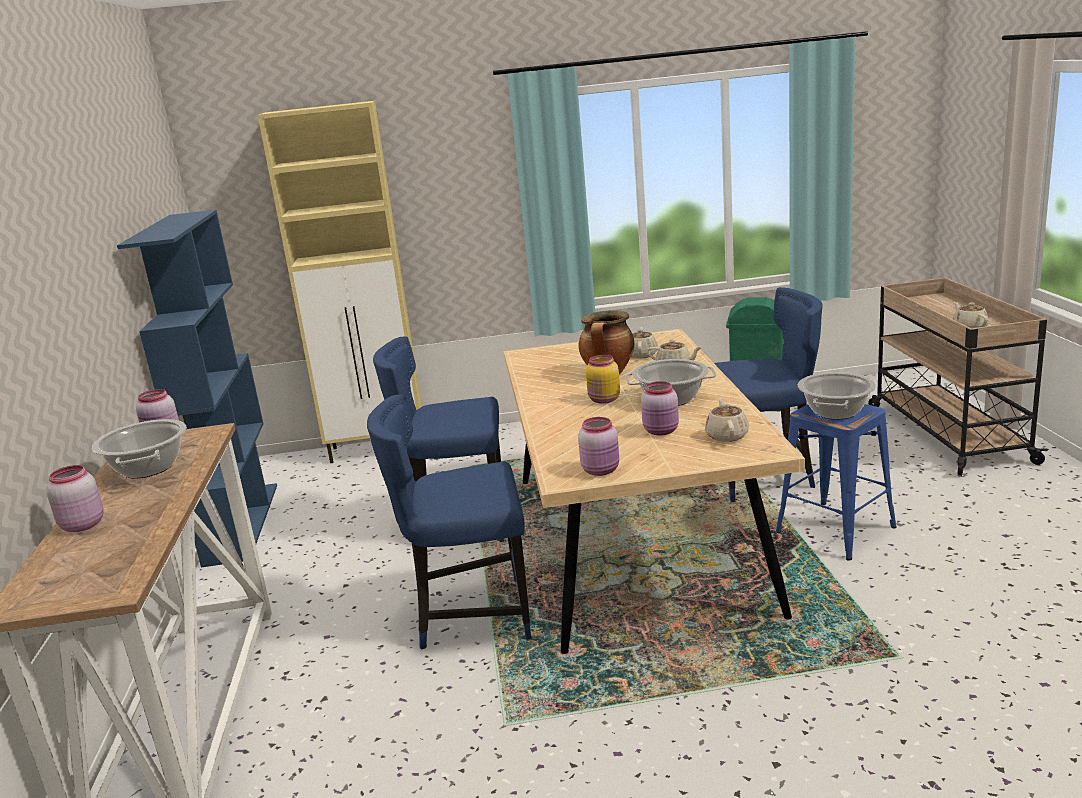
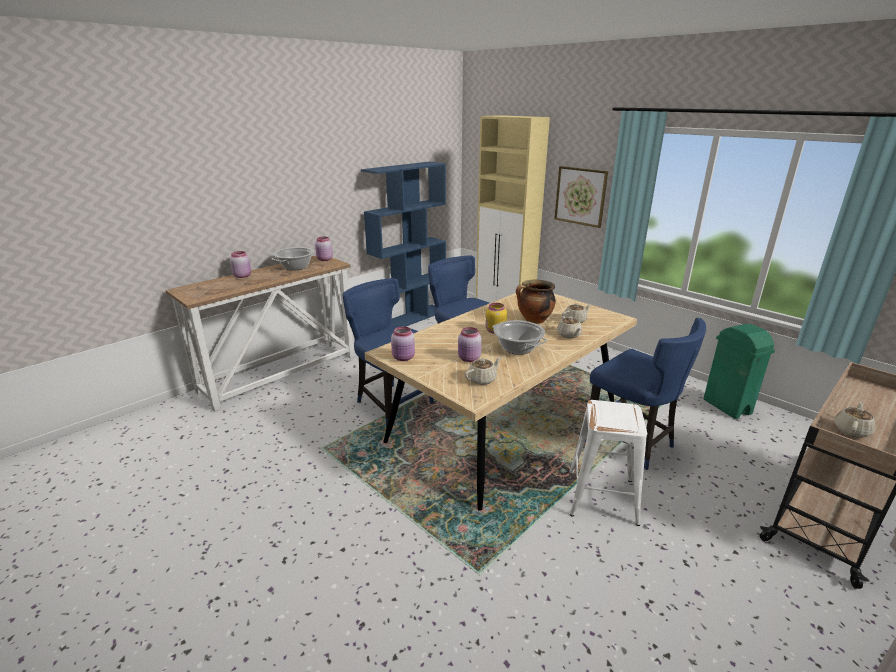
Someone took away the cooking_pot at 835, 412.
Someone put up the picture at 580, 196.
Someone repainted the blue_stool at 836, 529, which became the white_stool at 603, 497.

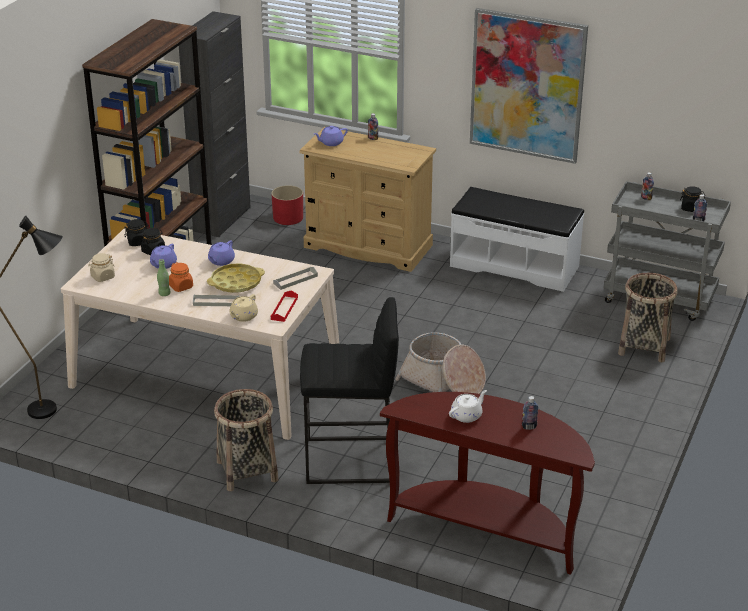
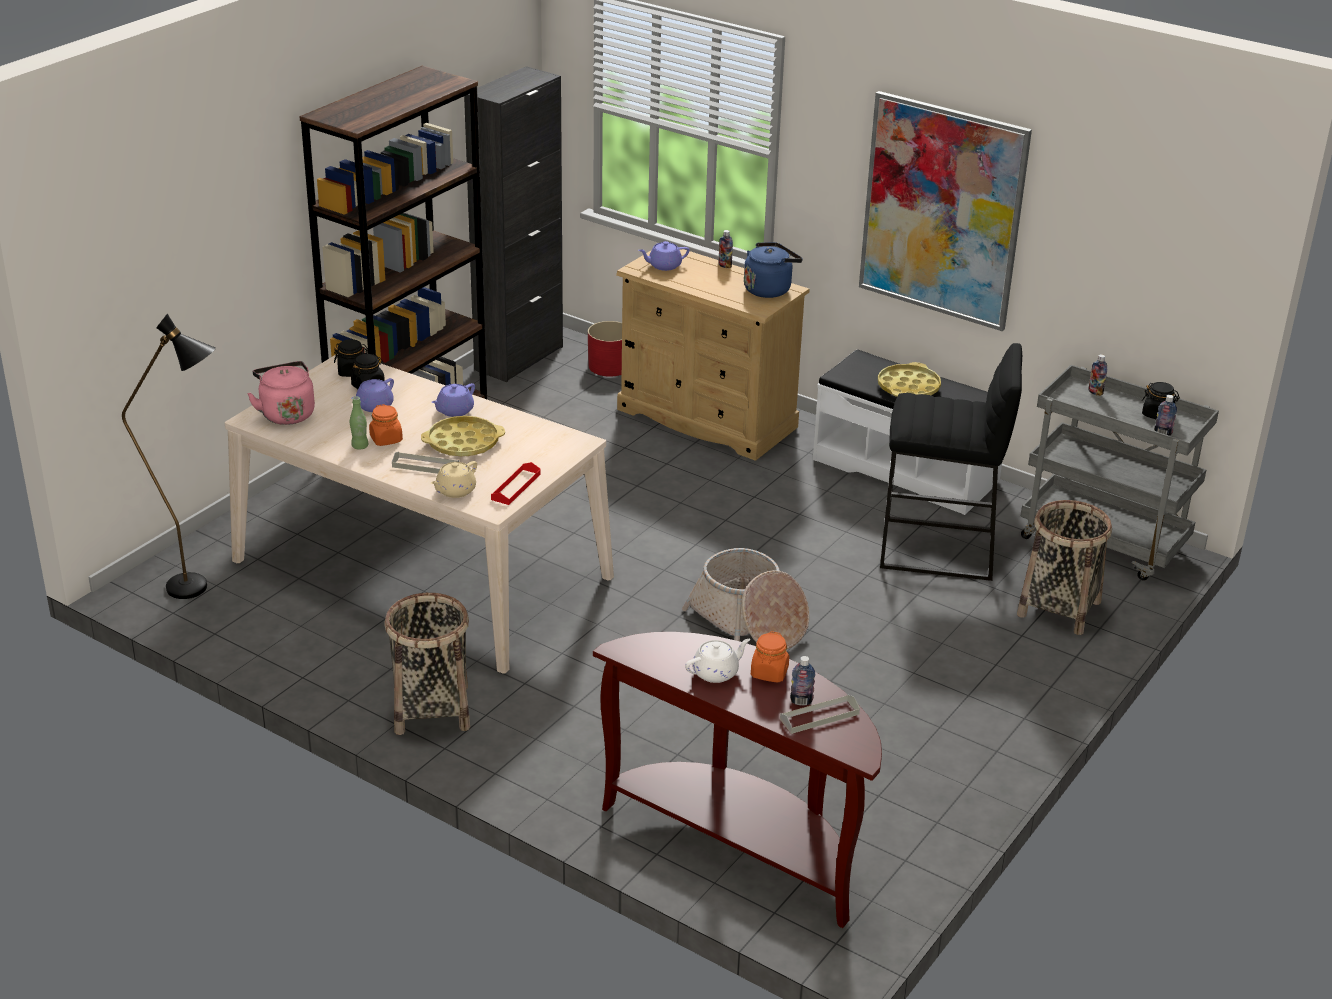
Someone put down the blue_kettle at 769, 289.
Someone put down the orange_jar at 769, 673.
Someone put down the yellow_tray at 908, 387.
Someone carried the grey_tray from 295, 280 to 819, 717.
Someone carried the black_stool from 350, 461 to 937, 550.
Someone swapped the beige_jar at 102, 277 for the pink_kettle at 286, 413.

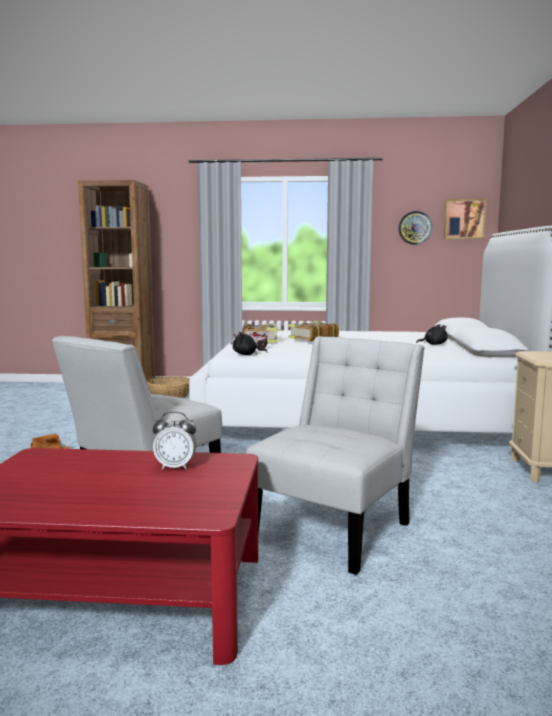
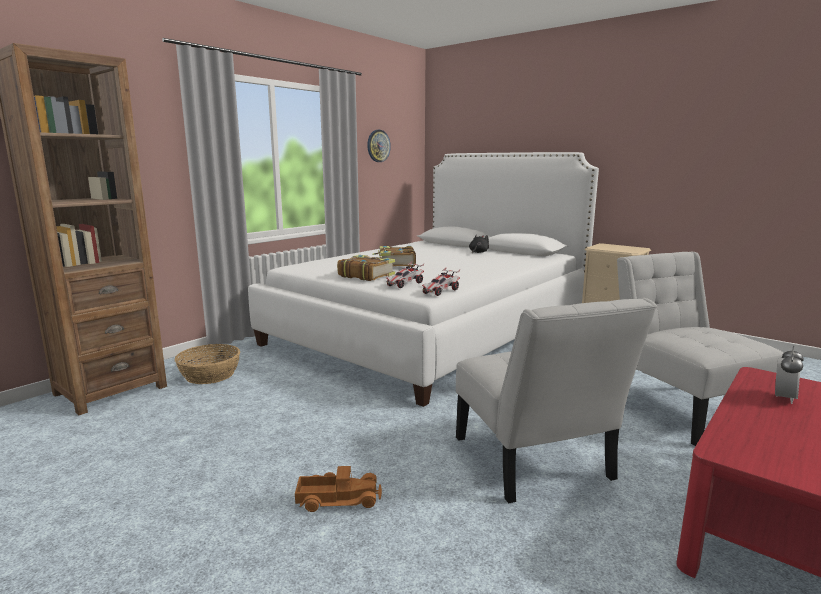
Someone took away the picture at 464, 219.
Someone swapped the black_plush_toy at 247, 354 for the toy_car at 440, 291.

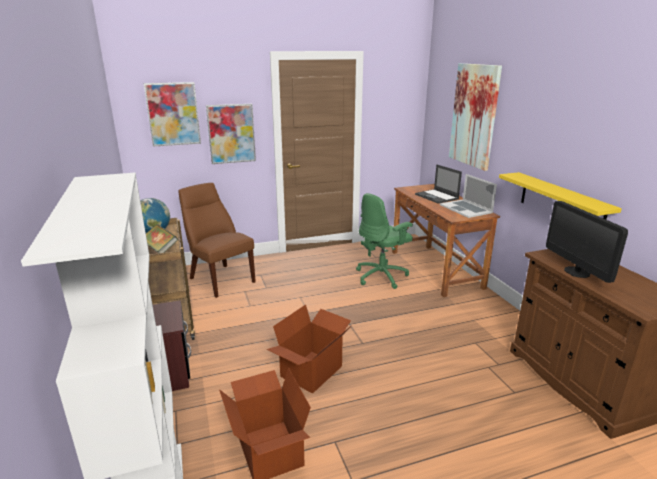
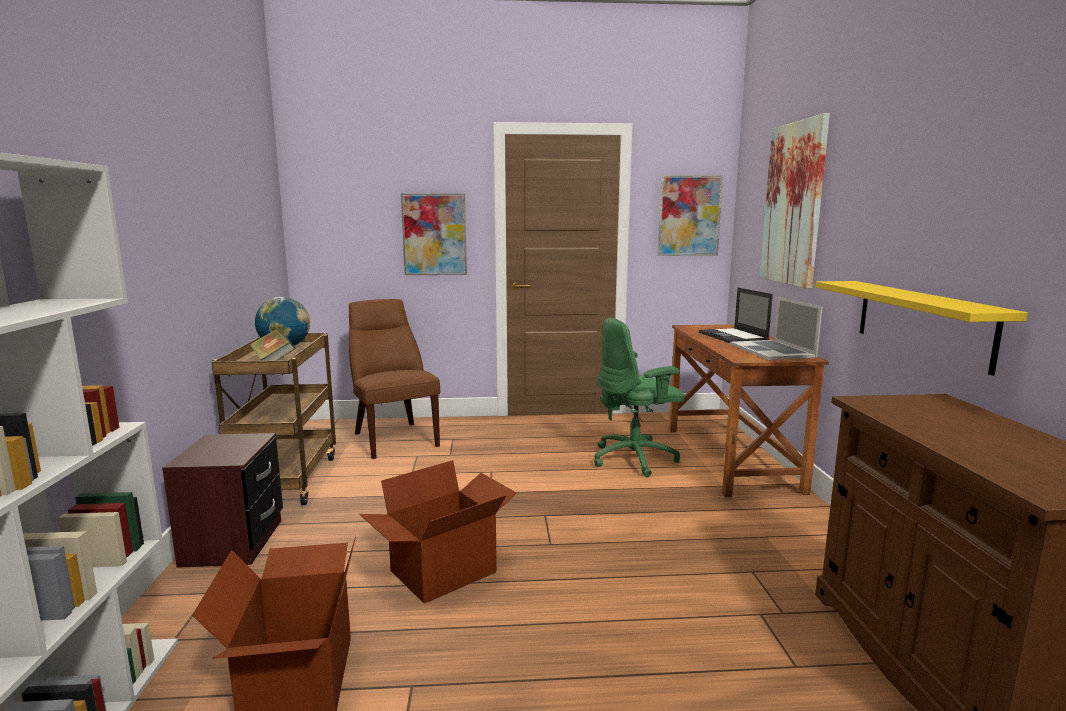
Someone took away the monitor at 577, 272.
Someone carried the picture from 173, 114 to 689, 216.

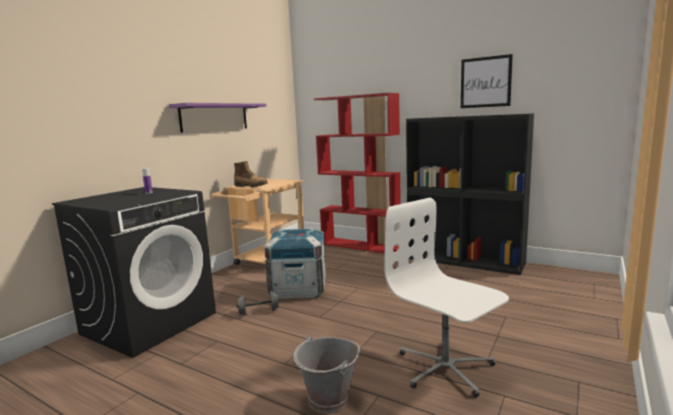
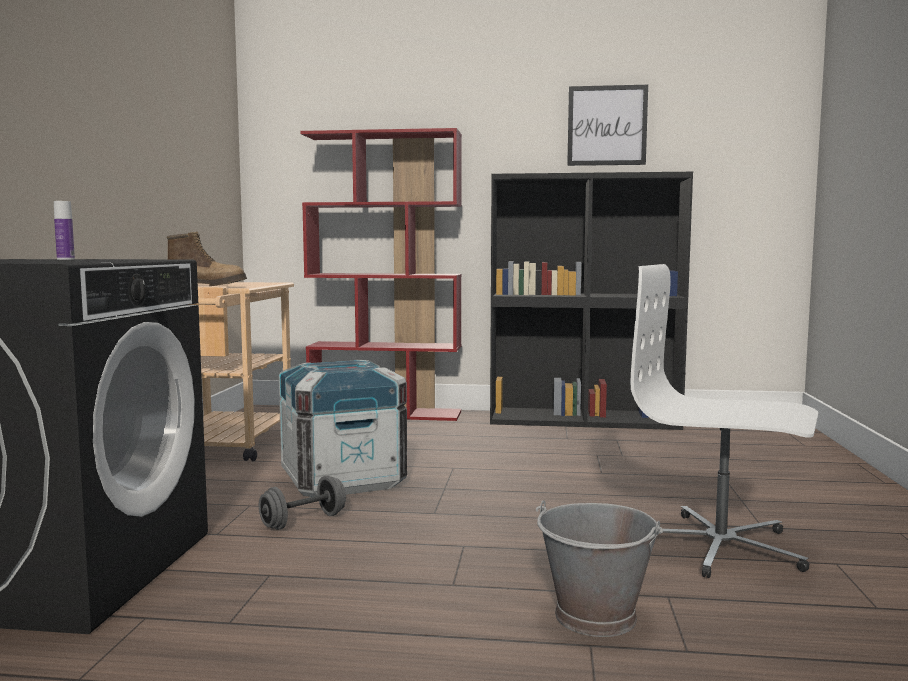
Someone took away the purple_shelf at 214, 117.

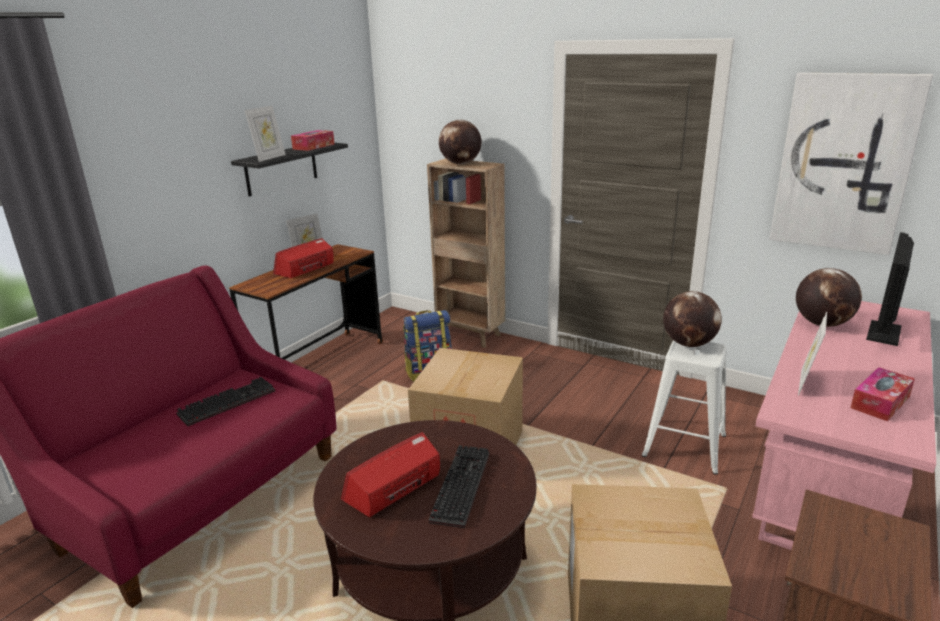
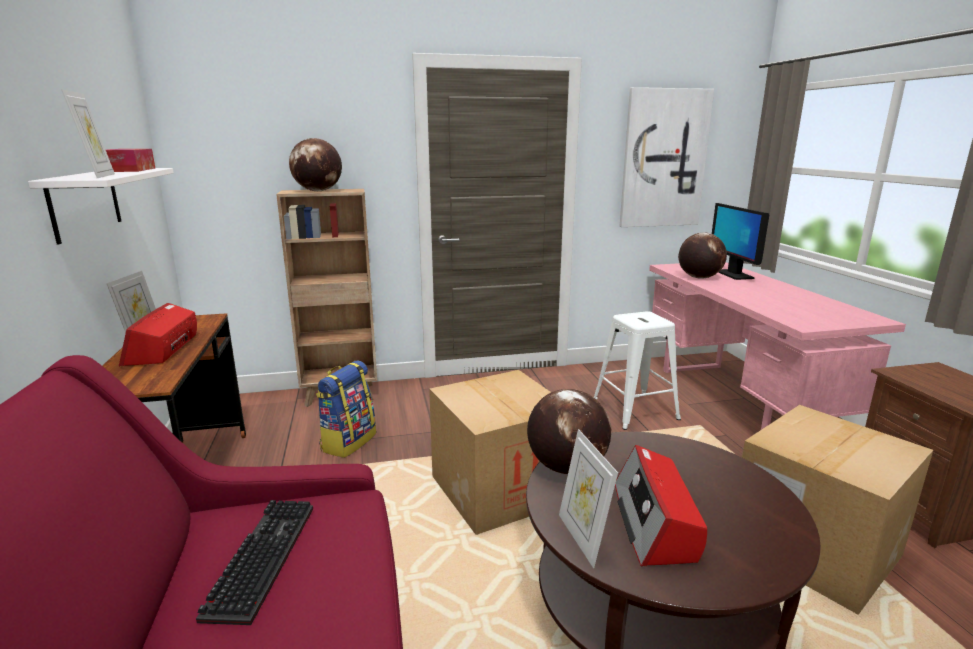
Someone took away the keyboard at 459, 485.
Someone took away the tissue_box at 880, 402.
Someone carried the globe from 688, 344 to 566, 467.
Someone carried the picture_frame from 806, 383 to 582, 538.
Someone repainted the black_shelf at 281, 168, which became the white_shelf at 85, 203.

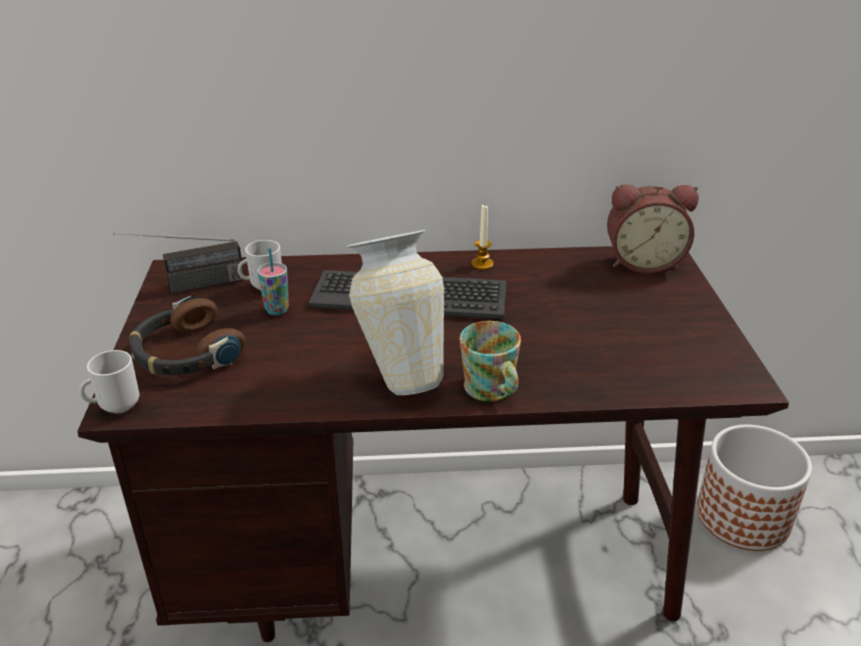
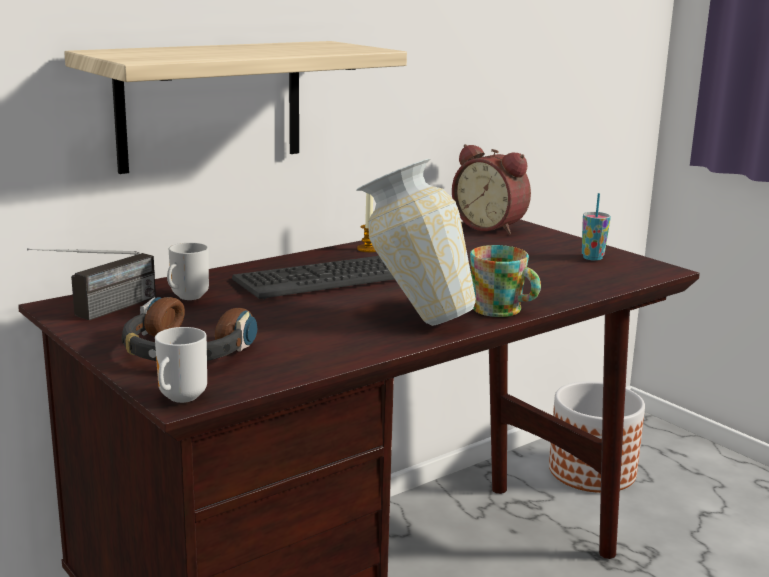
Someone put up the shelf at 211, 104.
Someone carried the cup from 277, 310 to 592, 258.
Someone rotated the alarm_clock at 643, 262 by 75 degrees clockwise.

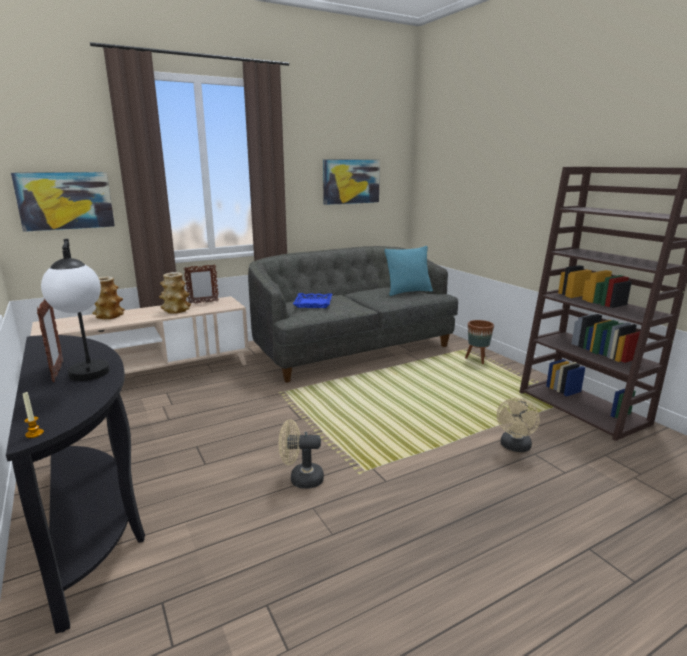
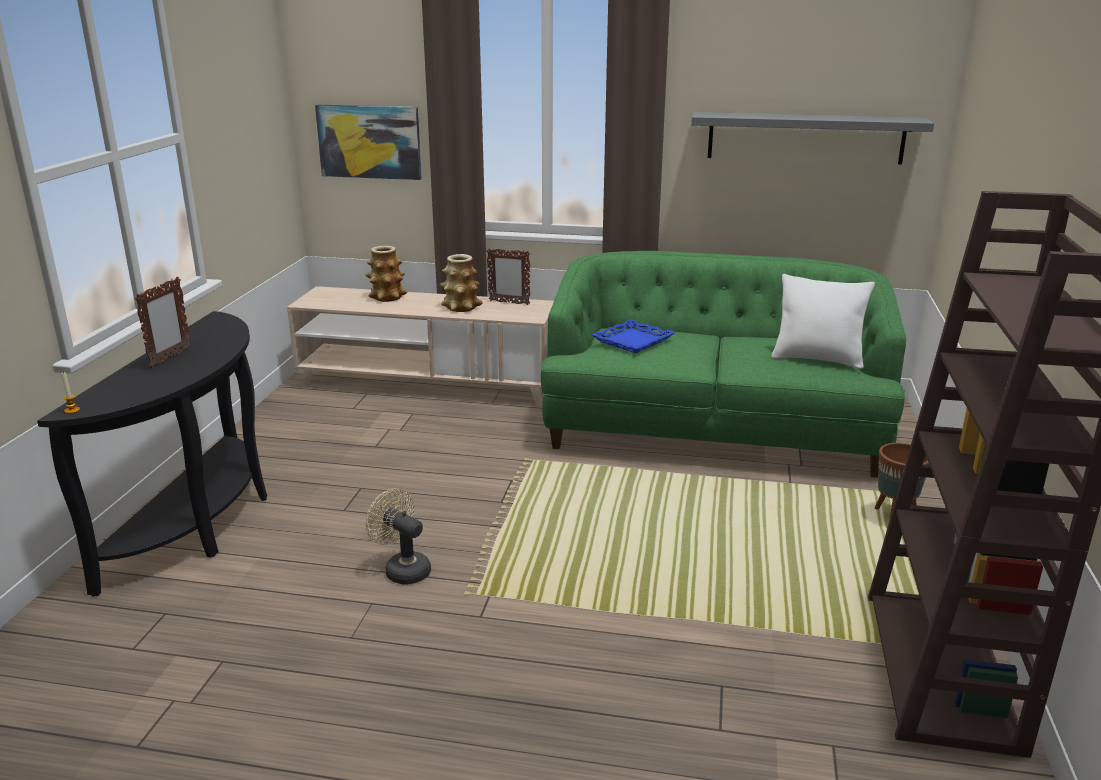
Someone took away the table_lamp at 90, 379.
Someone took away the beige_fan at 515, 447.
Someone swapped the picture at 351, 181 for the grey_shelf at 805, 138.
Someone repainted the grey_sofa at 352, 349, which became the green_sofa at 713, 430.
Someone repainted the turquoise_pillow at 408, 292, which became the white_pillow at 817, 359.

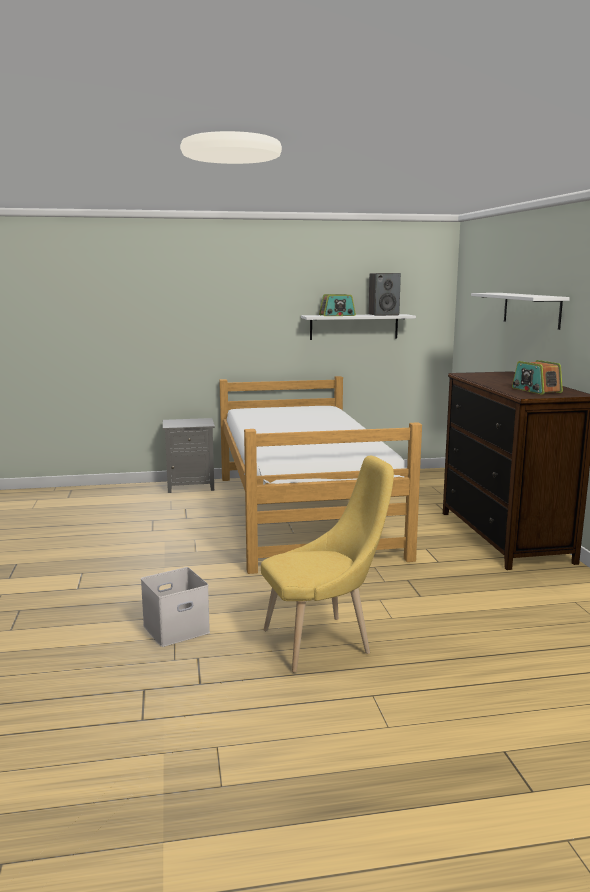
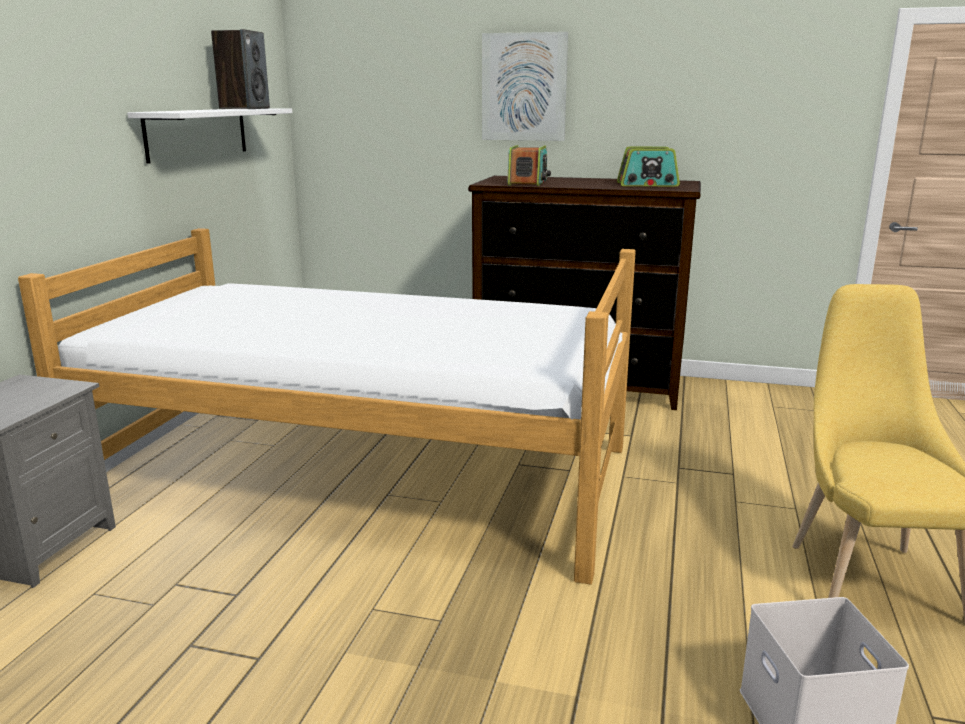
Someone carried the radio from 337, 315 to 528, 182.
Someone swapped the white_shelf at 531, 310 for the picture at 524, 87.

